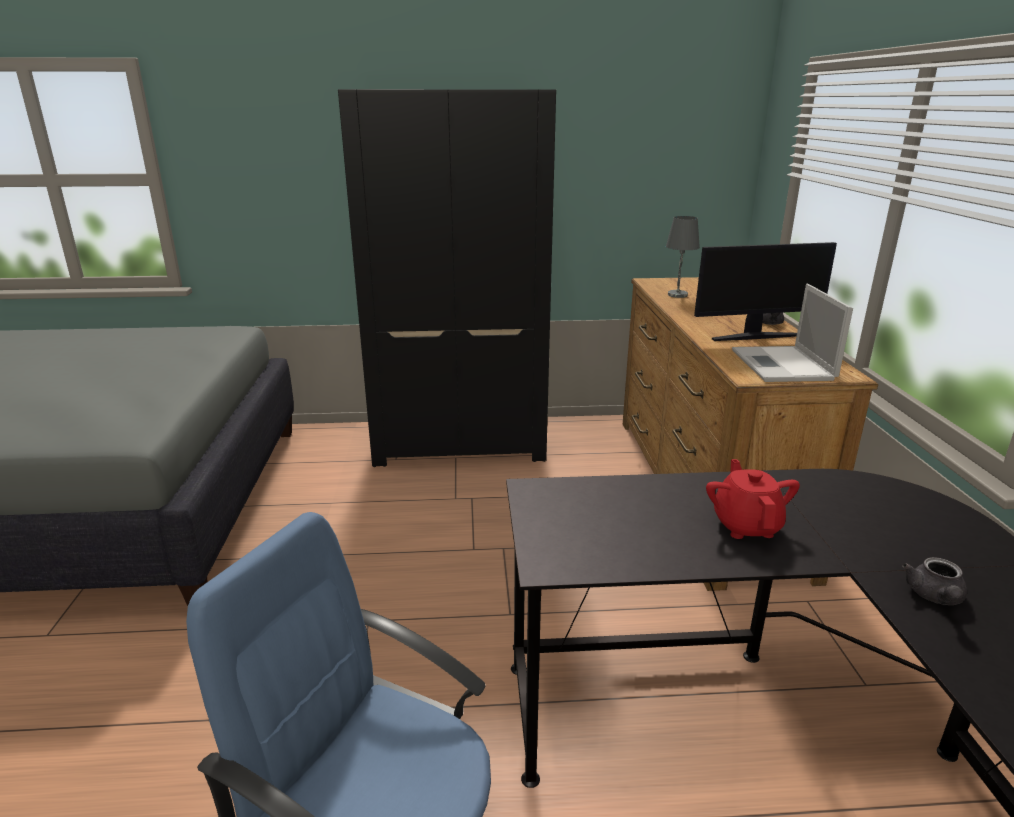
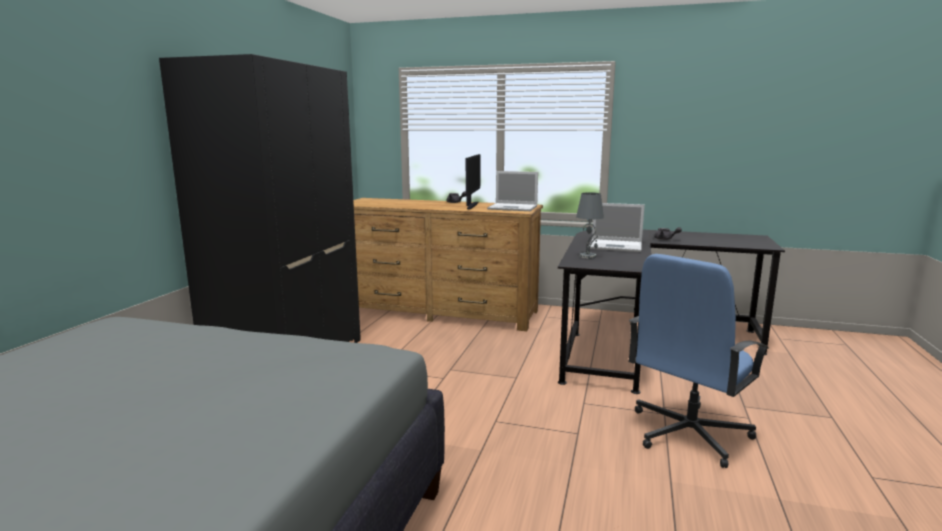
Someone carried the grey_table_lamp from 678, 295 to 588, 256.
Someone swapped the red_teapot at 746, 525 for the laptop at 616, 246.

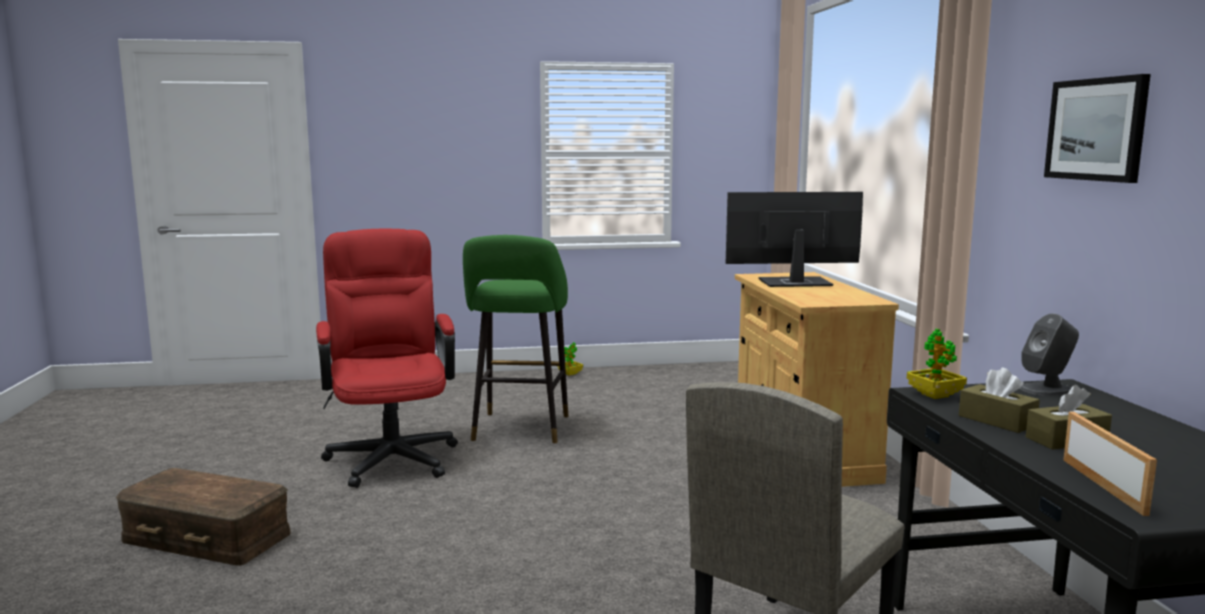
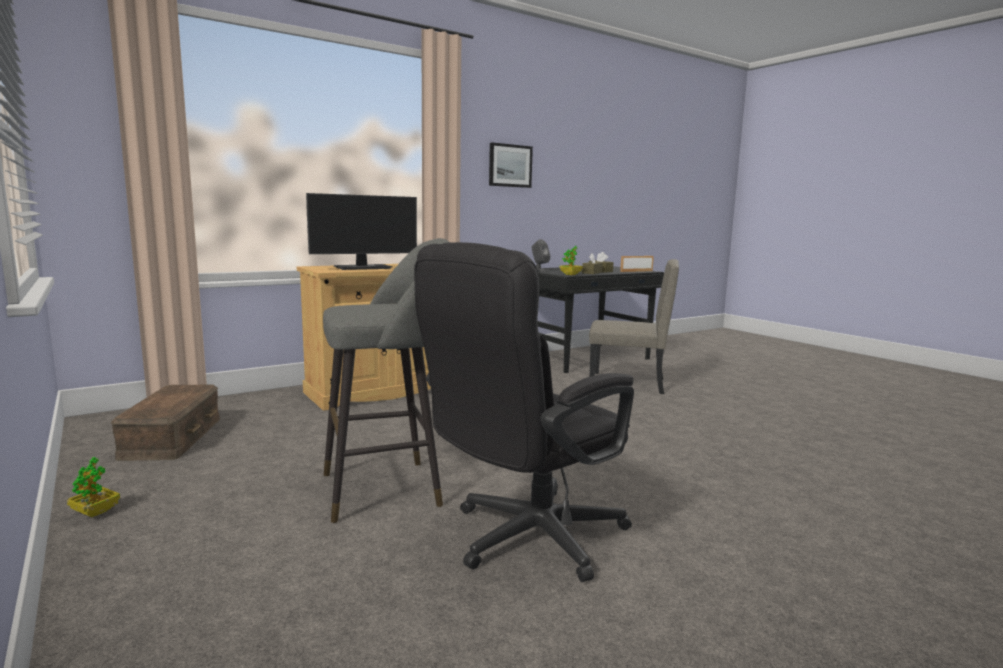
Someone carried the brown_storage_box from 205, 538 to 173, 437.
Someone repainted the red_office_chair at 392, 454, which became the black_office_chair at 525, 539.
Someone repainted the green_stool at 519, 430, which became the grey_stool at 389, 488.
Someone rotated the monitor at 793, 283 by 90 degrees counterclockwise.

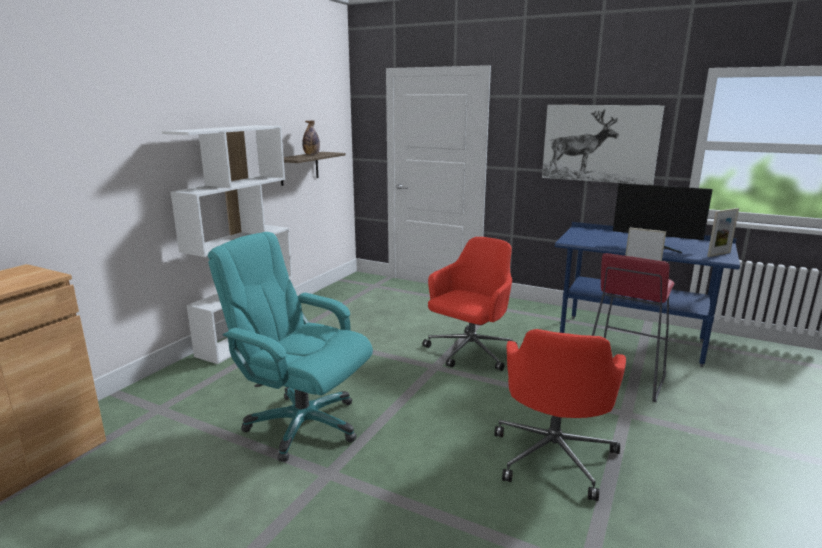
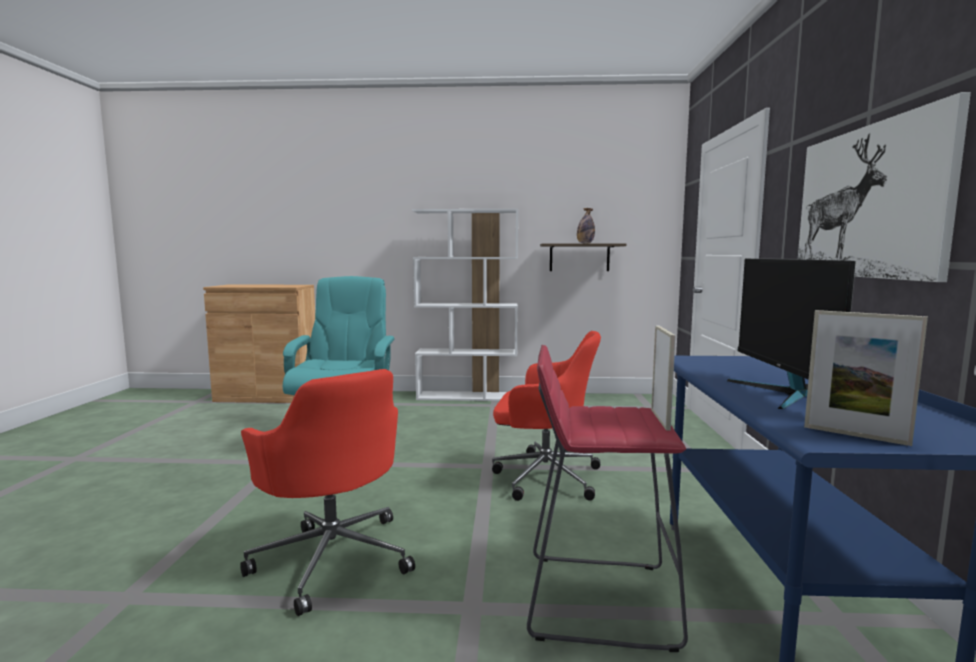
Someone rotated the red_office_chair at 554, 455 by 120 degrees counterclockwise.

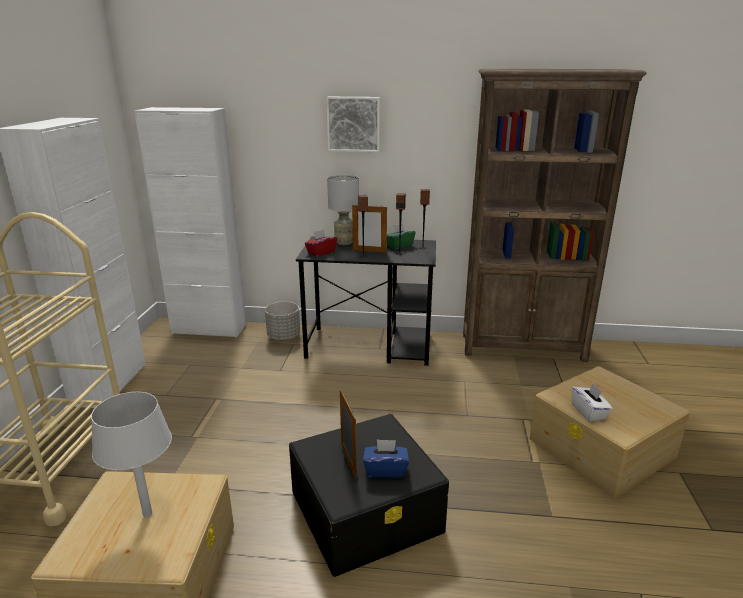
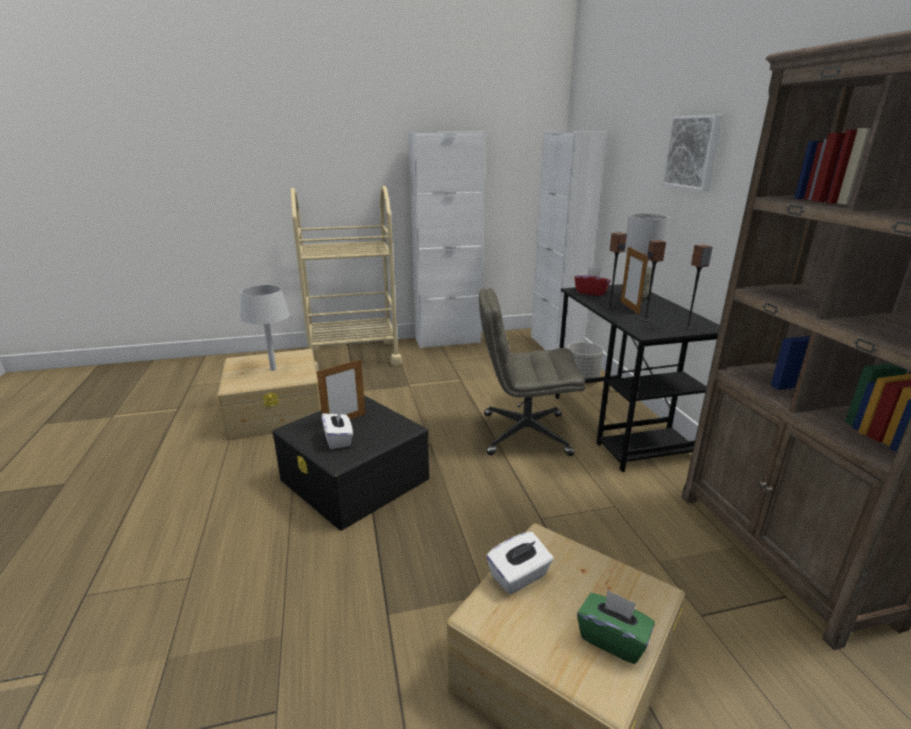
Someone put down the grey_office_chair at 524, 434.
Someone carried the green_tissue_box from 399, 246 to 612, 639.
Someone repainted the blue_tissue_box at 385, 470, which became the white_tissue_box at 338, 439.

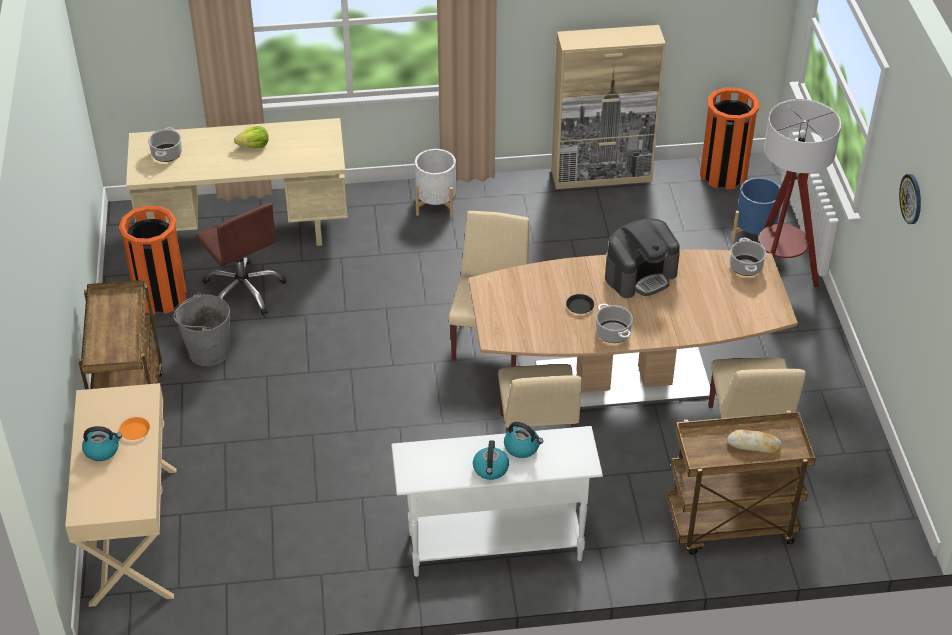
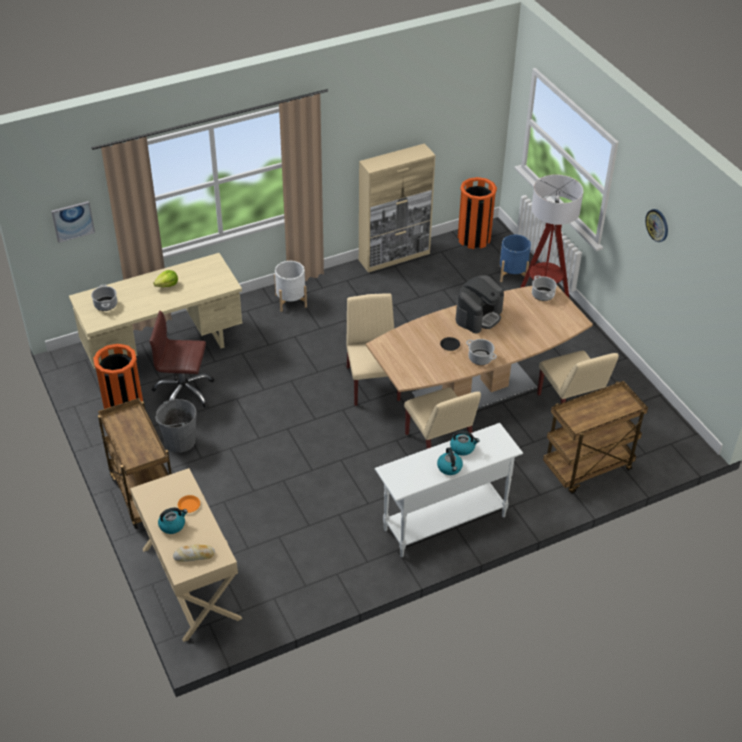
Someone put up the picture at 73, 221.
Someone carried the bread from 754, 445 to 194, 555.
Someone rotated the brown_office_chair at 244, 290 by 150 degrees clockwise.

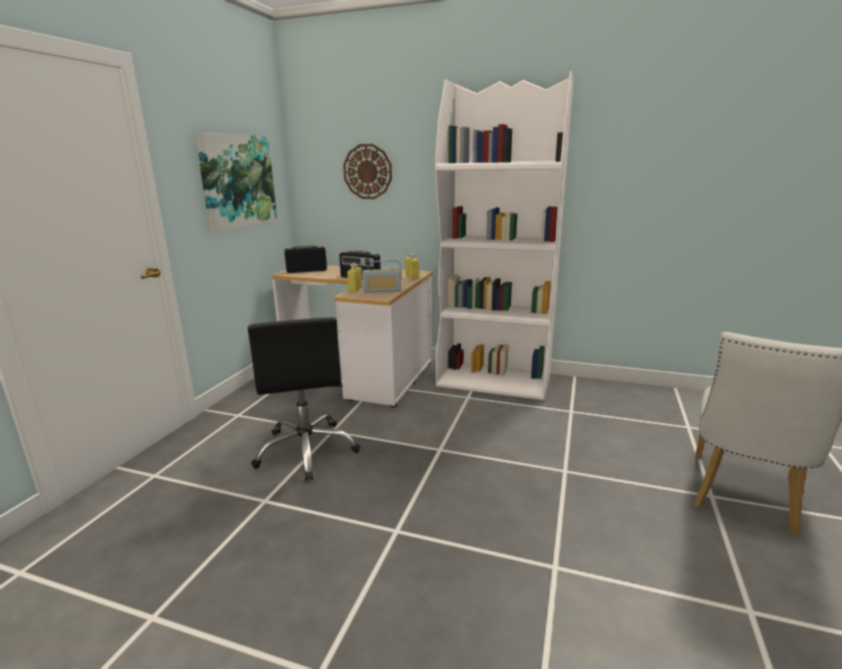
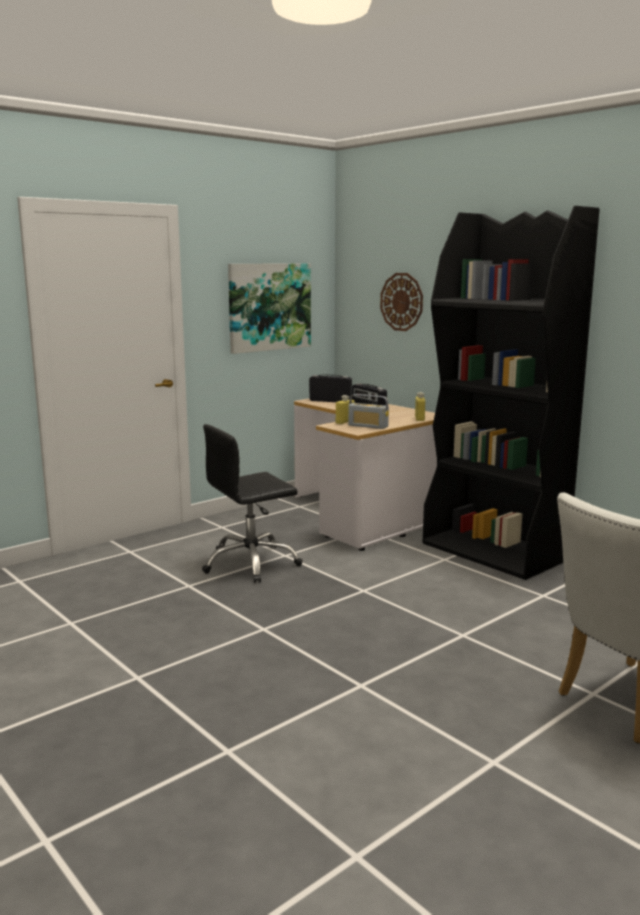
Someone repainted the white_bookcase at 495, 380, which became the black_bookcase at 495, 552.
Someone rotated the black_office_chair at 307, 450 by 45 degrees clockwise.

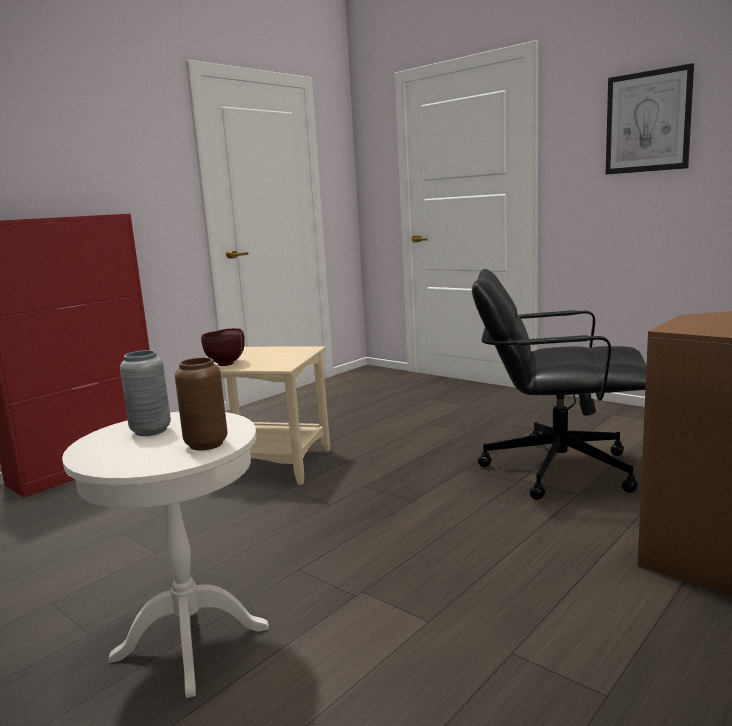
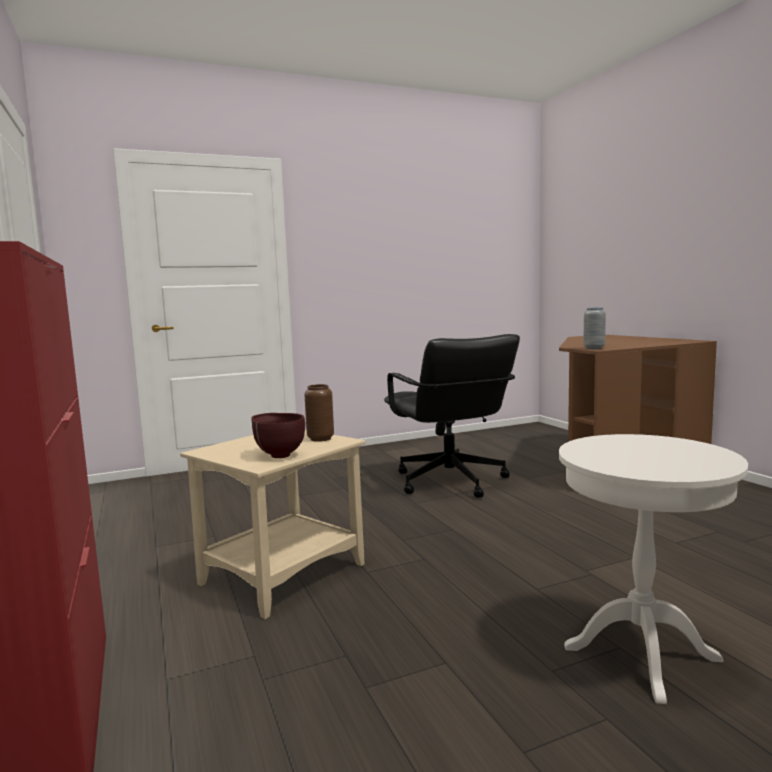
Someone took away the picture at 648, 122.
Someone carried the grey_vase from 151, 431 to 594, 348.
Someone carried the brown_vase from 206, 444 to 320, 439.
Someone rotated the black_office_chair at 556, 468 by 60 degrees counterclockwise.

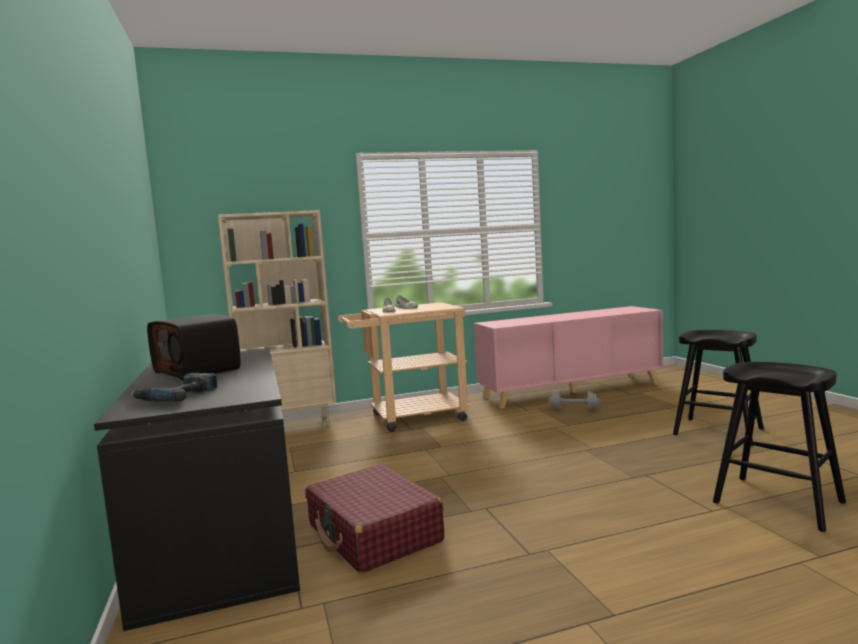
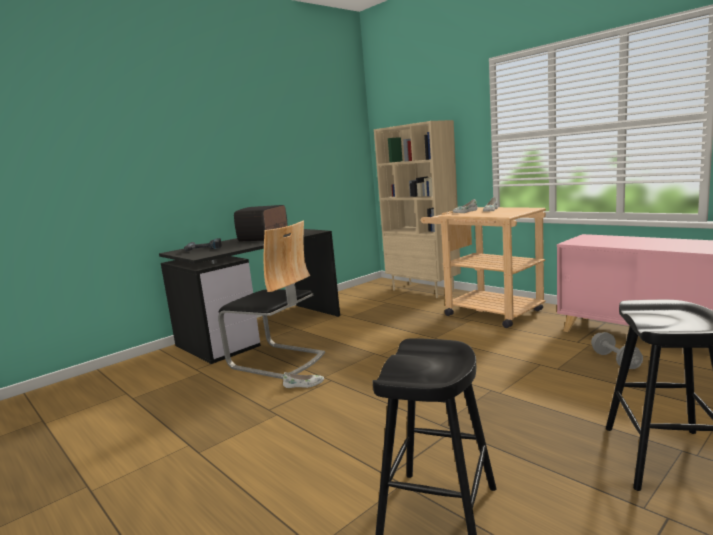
Someone put down the white_shoe at 304, 385.
Someone swapped the red_suitcase at 374, 534 for the chair at 277, 360.

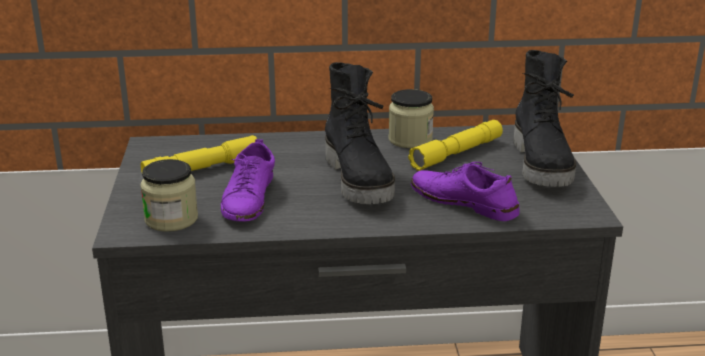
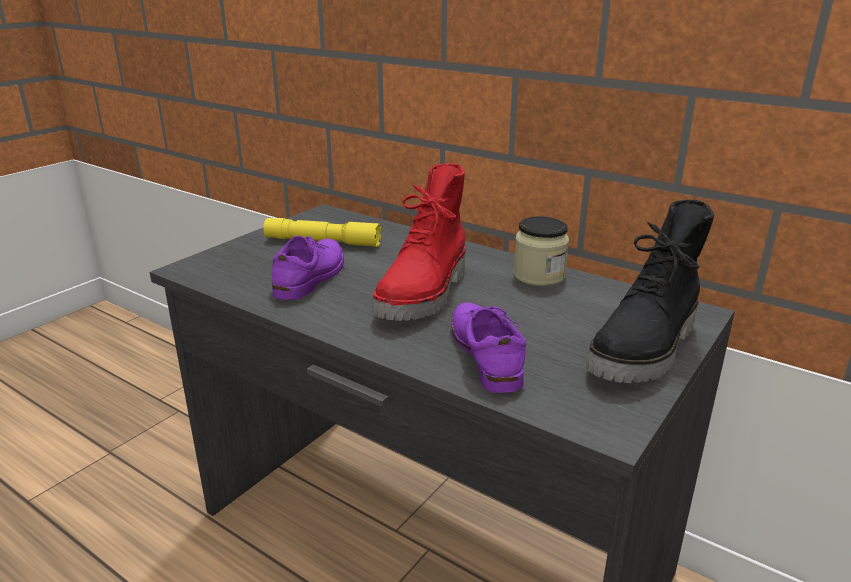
Someone took away the jar at 171, 219.
Someone took away the yellow_flashlight at 456, 153.
Someone repainted the black_boot at 360, 180, which became the red_boot at 425, 295.
Someone rotated the purple_shoe at 249, 198 by 150 degrees clockwise.

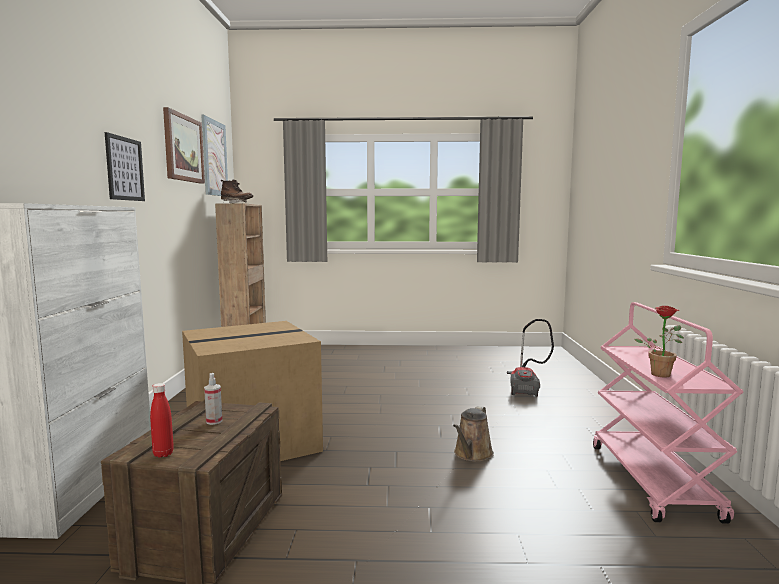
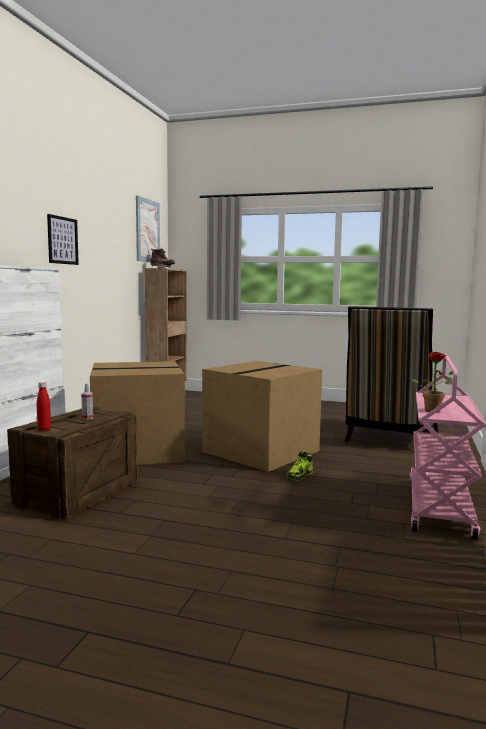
Someone took away the picture at 183, 148.
Someone put down the cardboard_box at 261, 452.
Someone swapped the brown_watering_can at 472, 454 for the shoe at 299, 476.
Someone swapped the vacuum_cleaner at 526, 387 for the chair at 391, 438.

